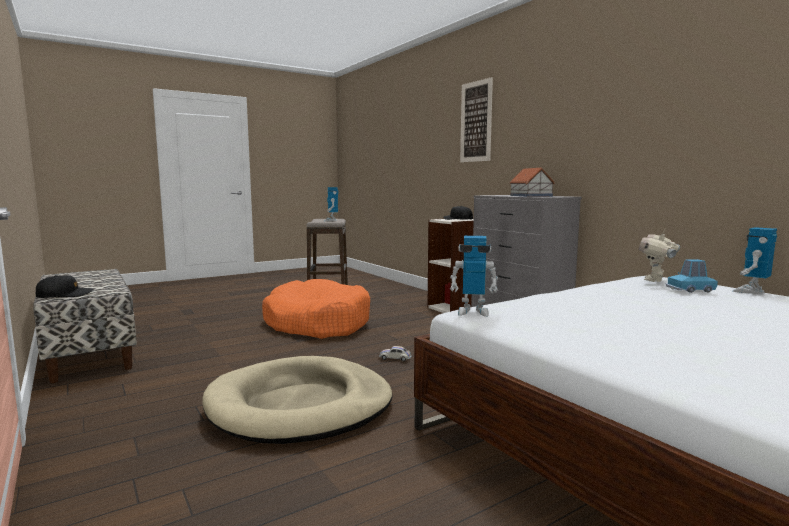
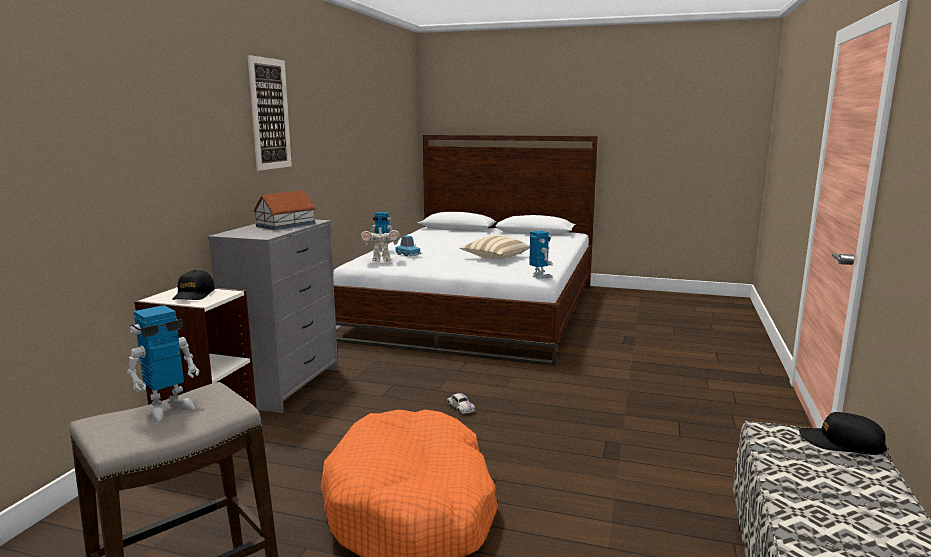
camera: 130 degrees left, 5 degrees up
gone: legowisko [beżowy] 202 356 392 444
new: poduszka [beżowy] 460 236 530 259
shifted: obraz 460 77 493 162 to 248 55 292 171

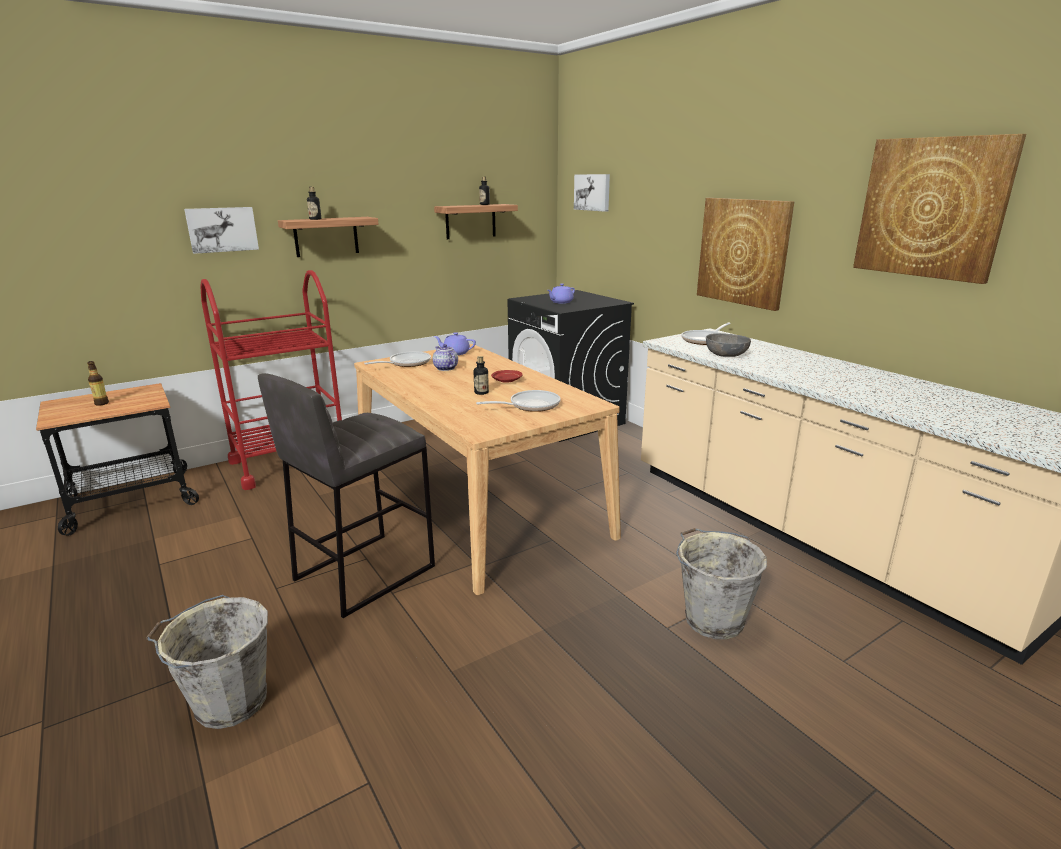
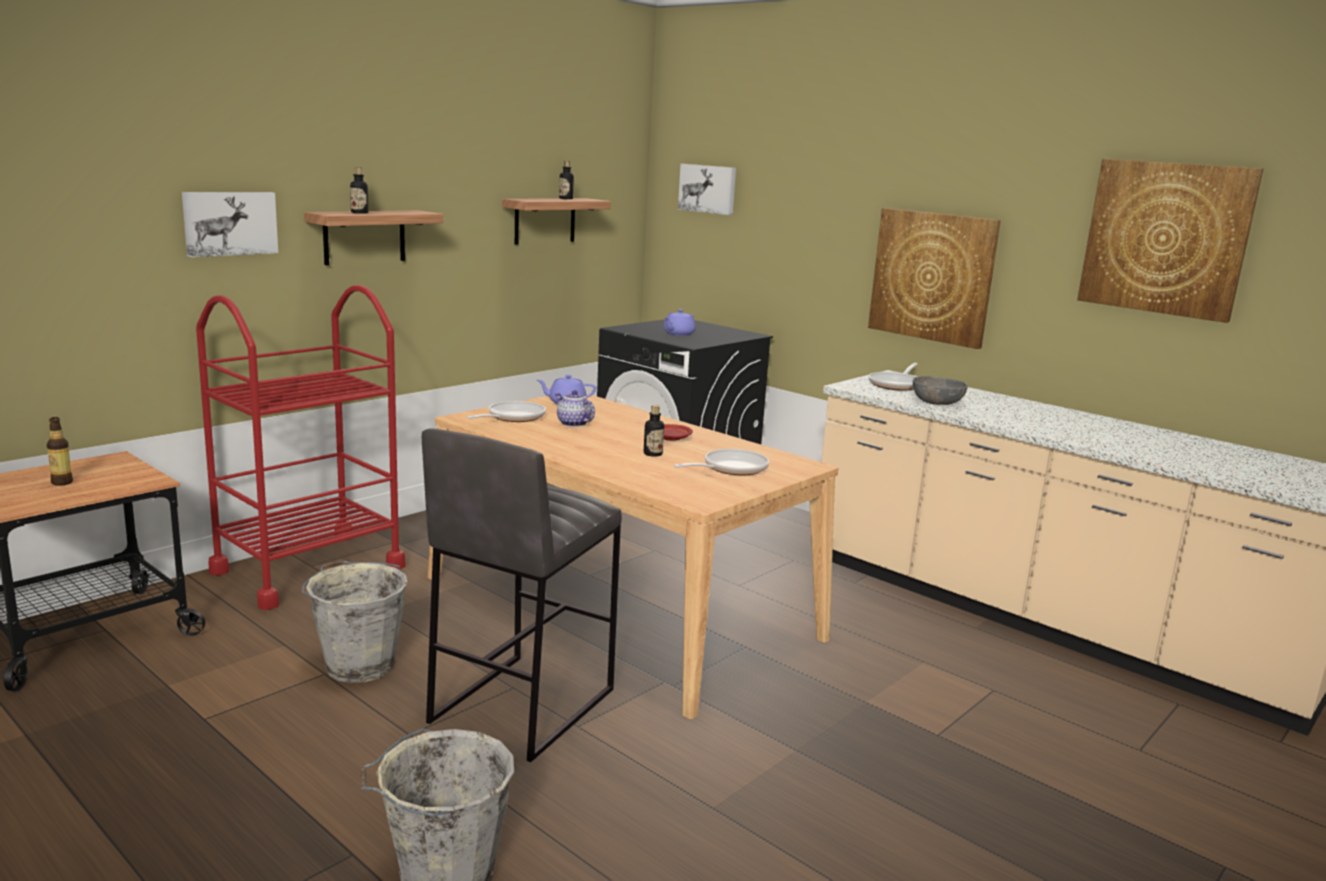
camera: 15 degrees left, 5 degrees down
shifted: wiadro [szary] 676 528 767 639 to 302 560 408 683

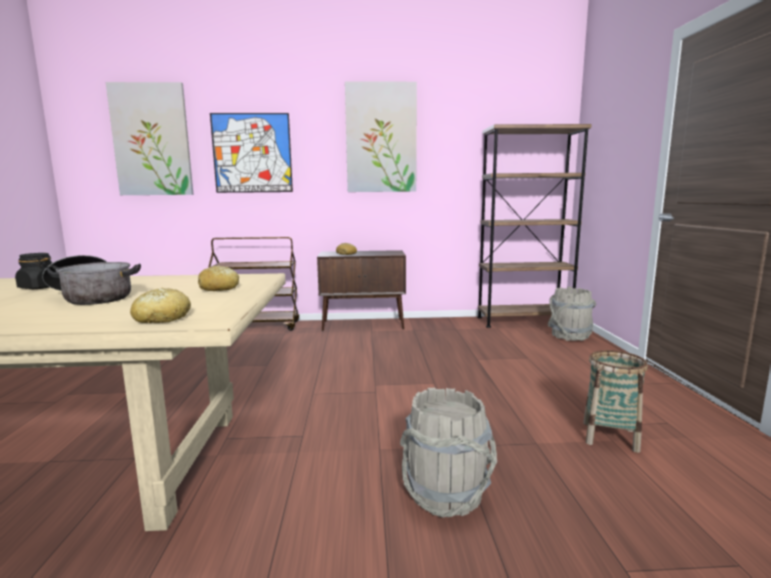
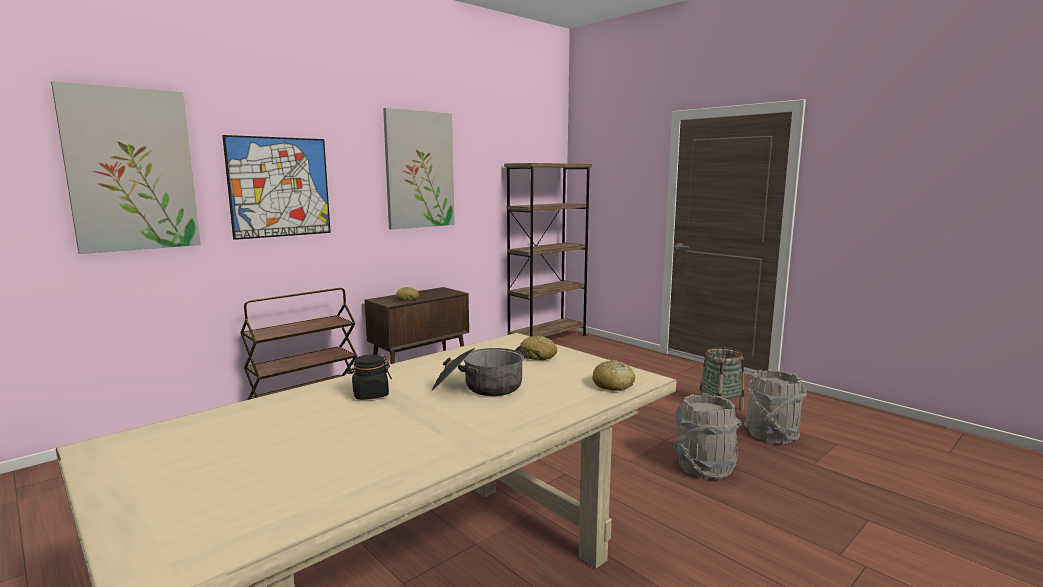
camera: 40 degrees left, 0 degrees up
shifted: wiadro [szary] 548 287 596 341 to 743 370 807 445

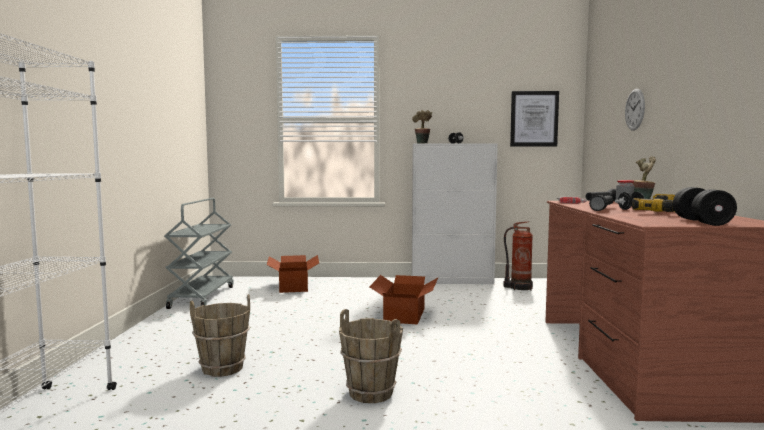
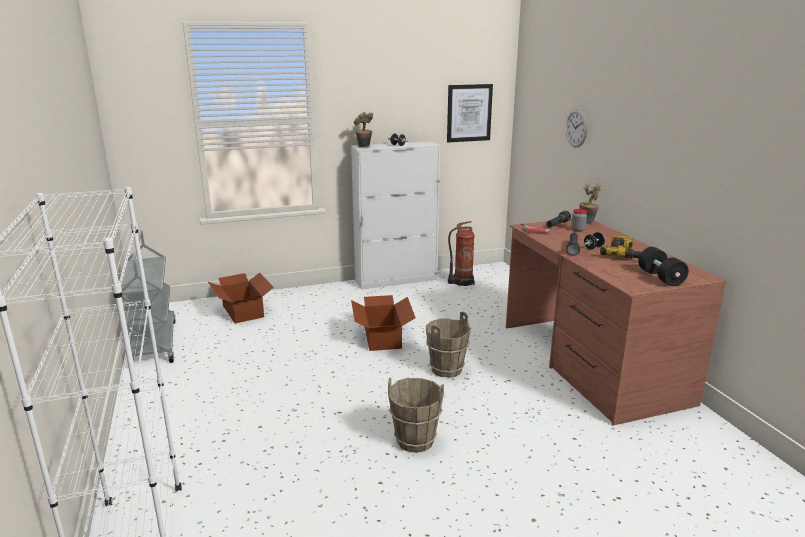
camera: 20 degrees left, 15 degrees up
shifted: wiadro [brązowy] 190 294 250 377 to 426 312 471 378

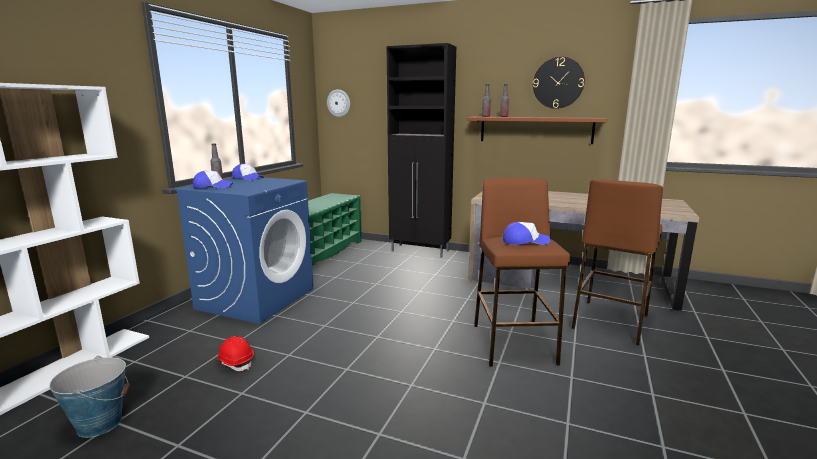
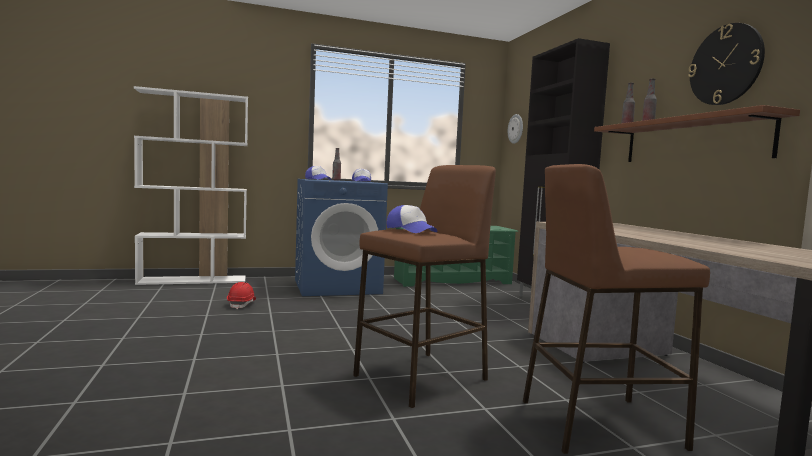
camera: 50 degrees right, 10 degrees down
gone: wiadro 49 356 130 438

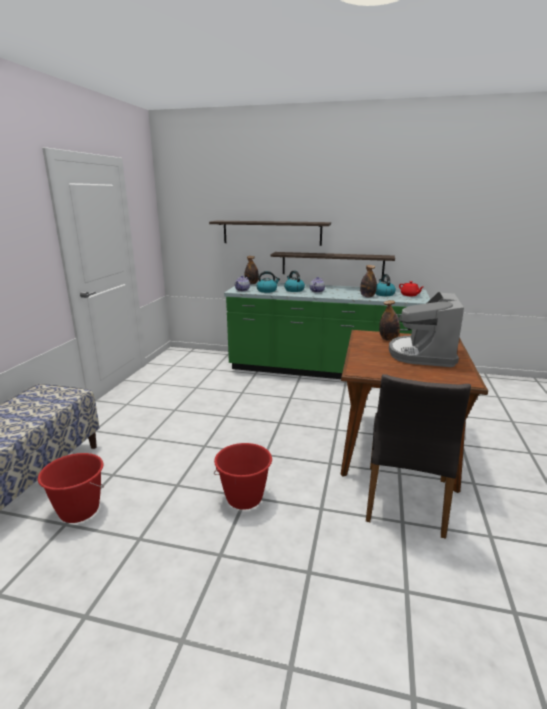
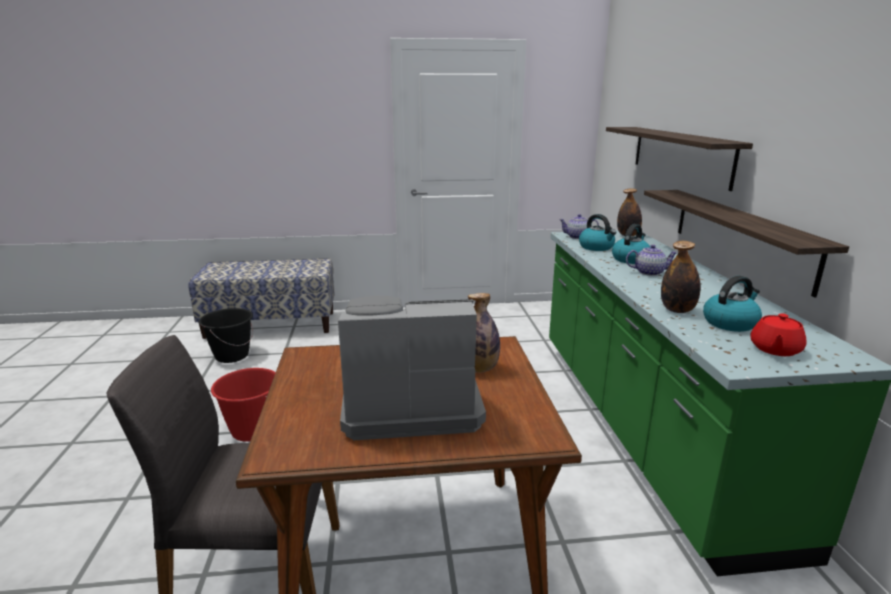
camera: 70 degrees right, 0 degrees up
repainted: wiadro [czerwony] 38 453 104 523 to wiadro [czarny] 199 308 253 363

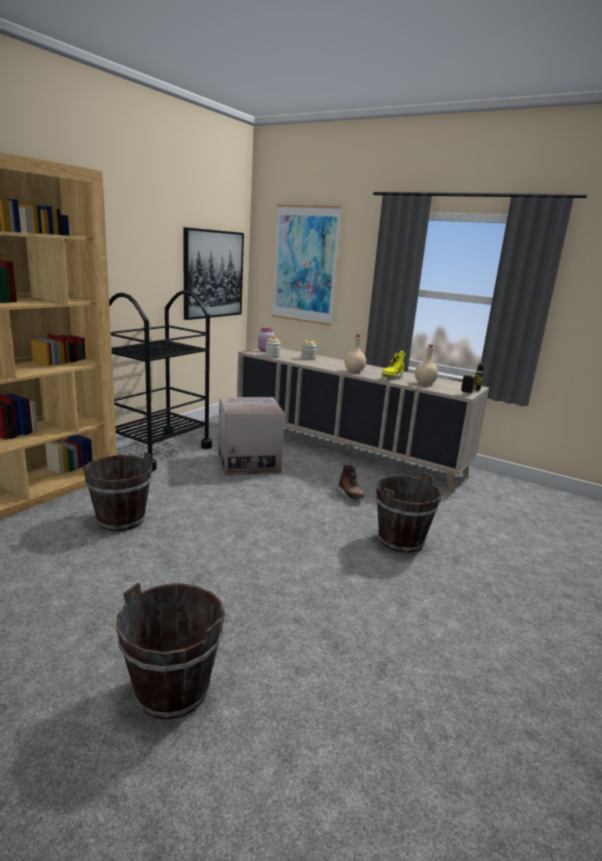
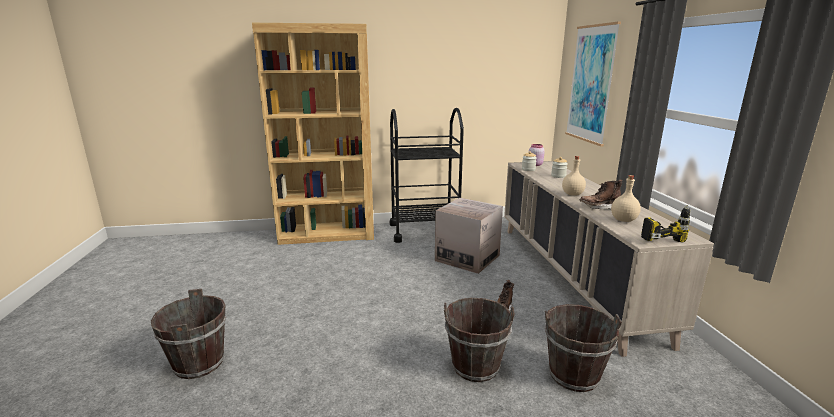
camera: 50 degrees right, 0 degrees up
gone: obraz 183 227 244 320
shifted: wiadro [brązowy] 83 452 152 531 to 545 304 622 392
repainted: but z cholewką [żółty] 381 351 406 379 to but z cholewką [brązowy] 579 179 623 209

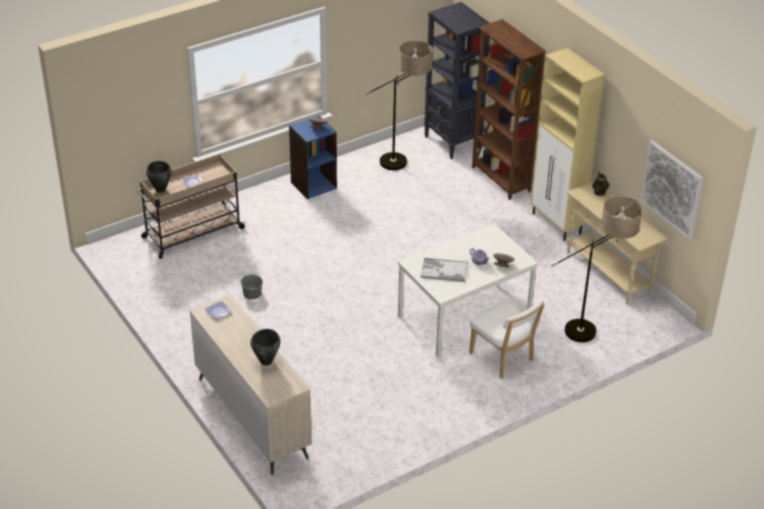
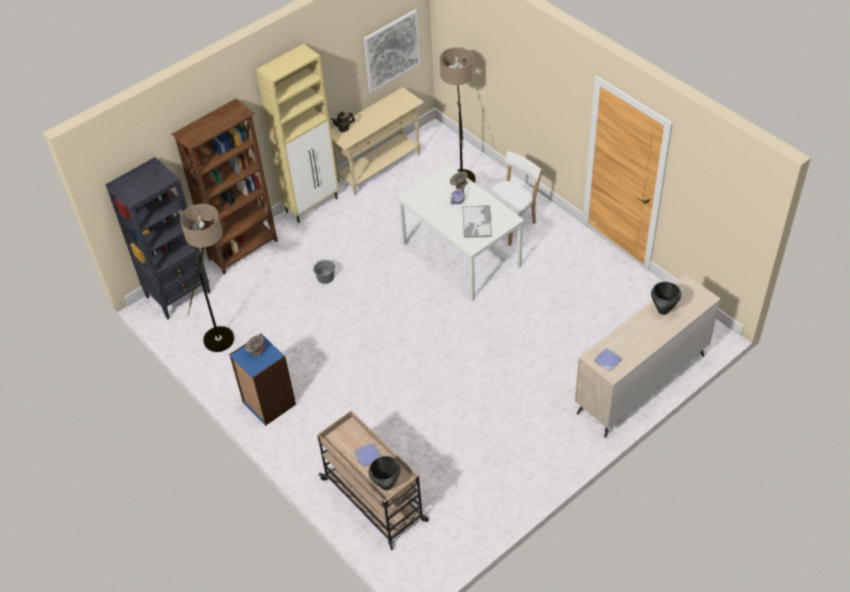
camera: 95 degrees left, 10 degrees up
shifted: wiadro [szary] 241 274 263 300 to 313 258 335 284

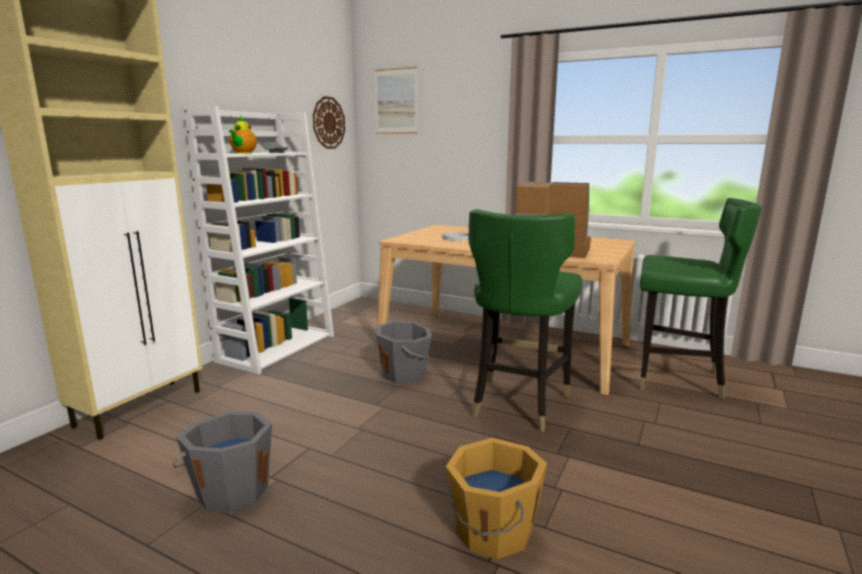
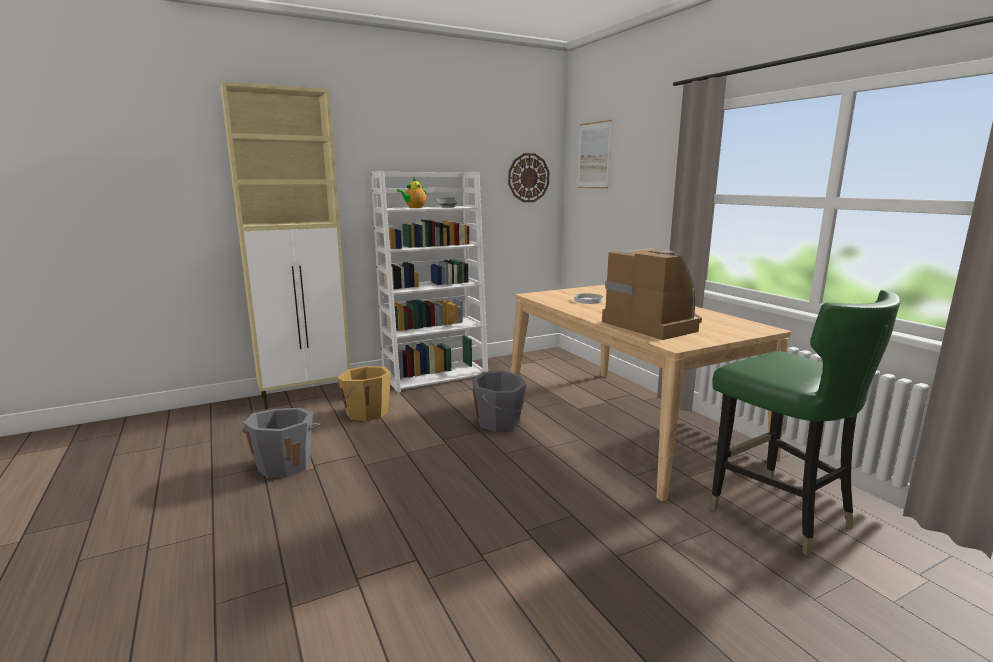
camera: 35 degrees right, 0 degrees up
gone: krzesło [zielony] 468 209 582 432
shifted: wiadro [pomarańczowy] 446 438 547 560 to 337 366 391 421

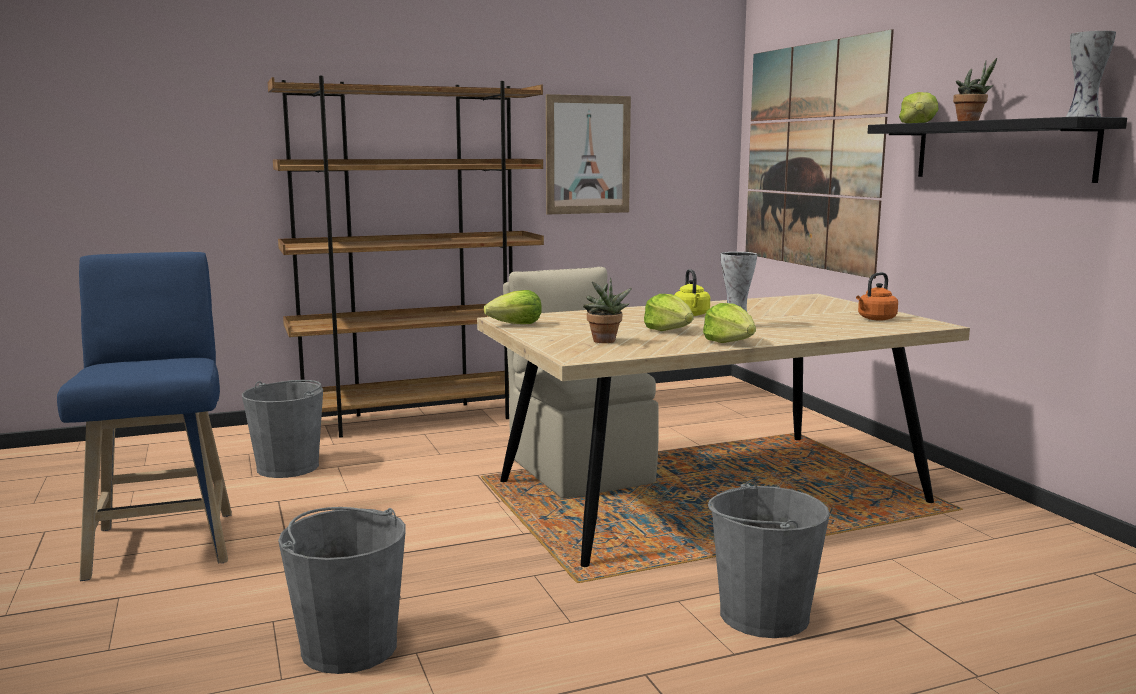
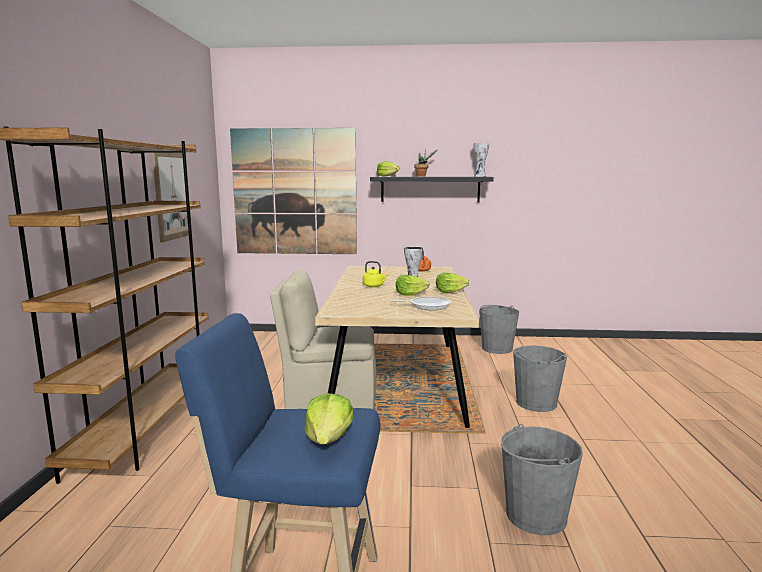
camera: 65 degrees left, 0 degrees up
shifted: wiadro [szary] 242 380 323 478 to 479 305 519 354; sałata 484 290 542 324 to 304 393 354 444
swapped: roślina doniczkowa 583 278 632 343 to patelnia 390 297 451 310

